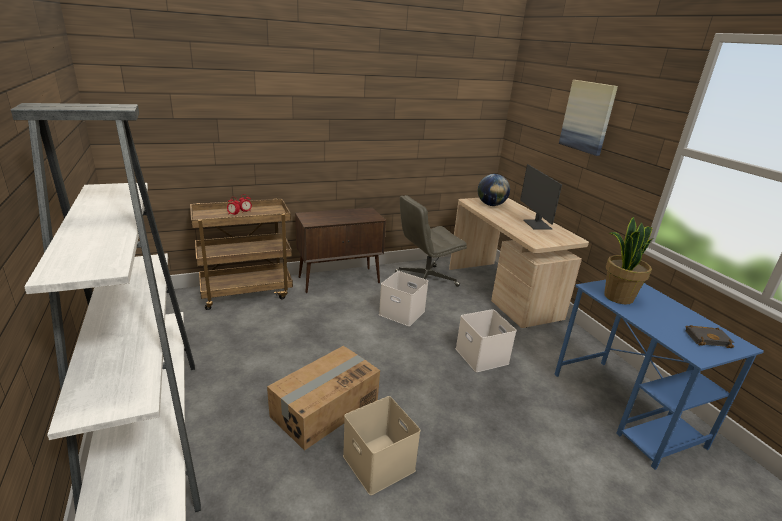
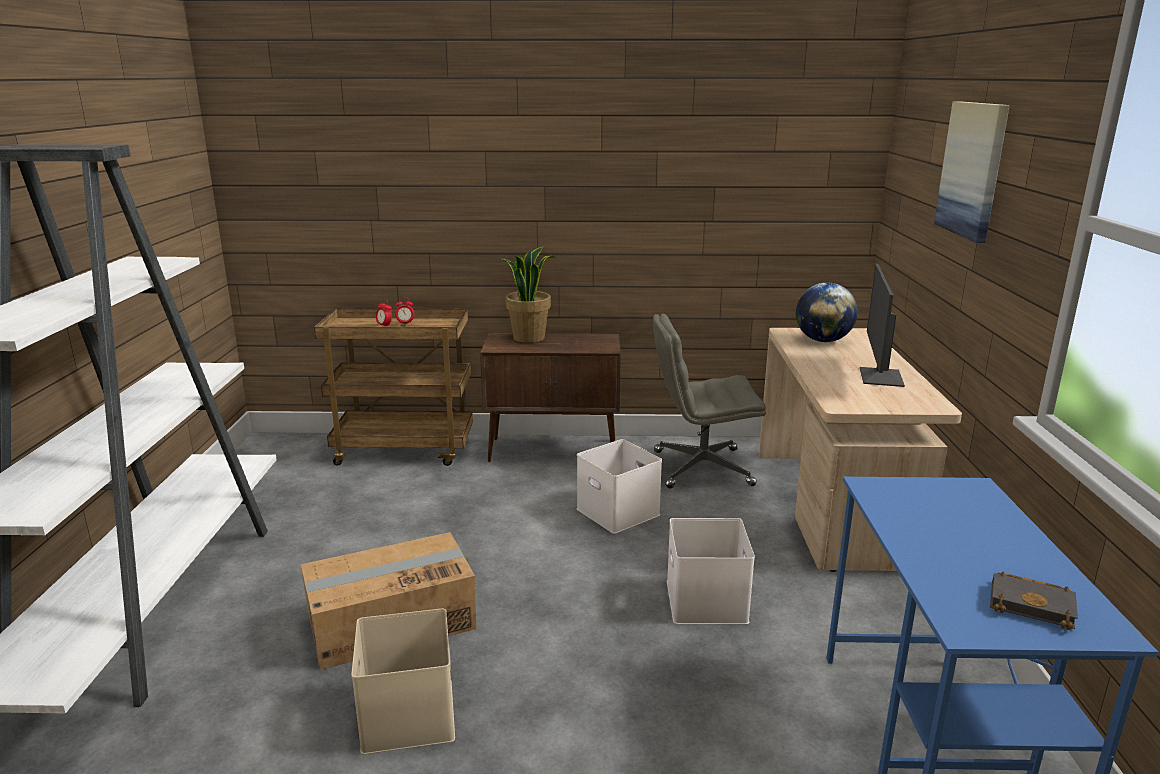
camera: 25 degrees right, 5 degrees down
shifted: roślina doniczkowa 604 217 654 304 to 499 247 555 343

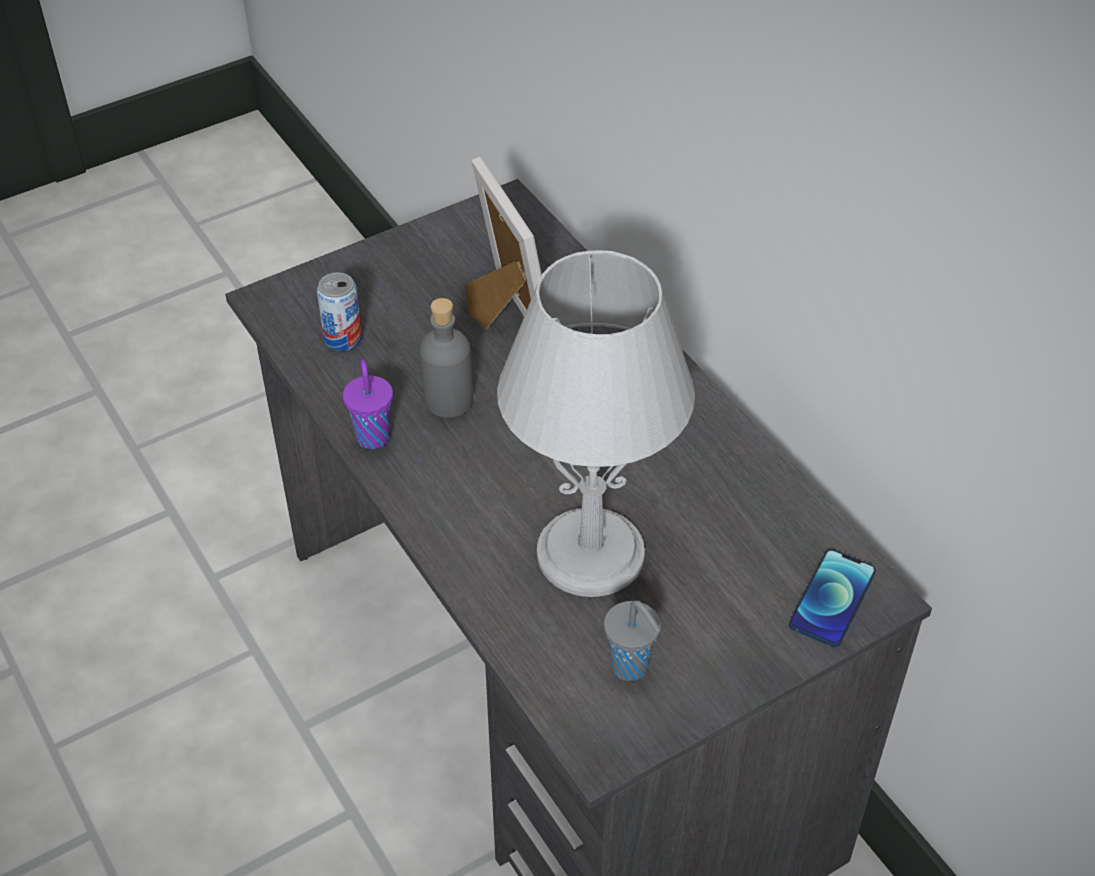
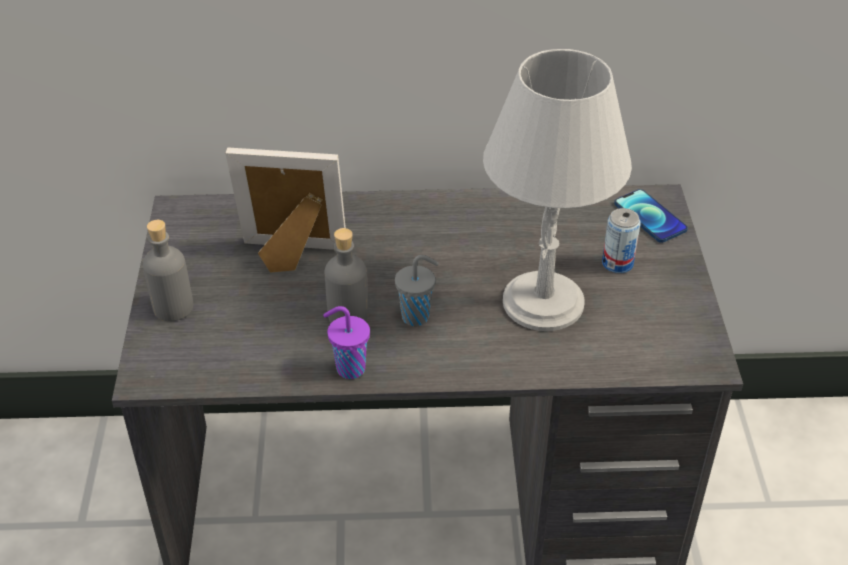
camera: 60 degrees left, 5 degrees down
new: butelka [szary] 143 220 193 321
shifted: puszka 317 272 362 351 to 602 208 641 273; filiżanka [szary] 604 600 661 681 to 395 255 439 326

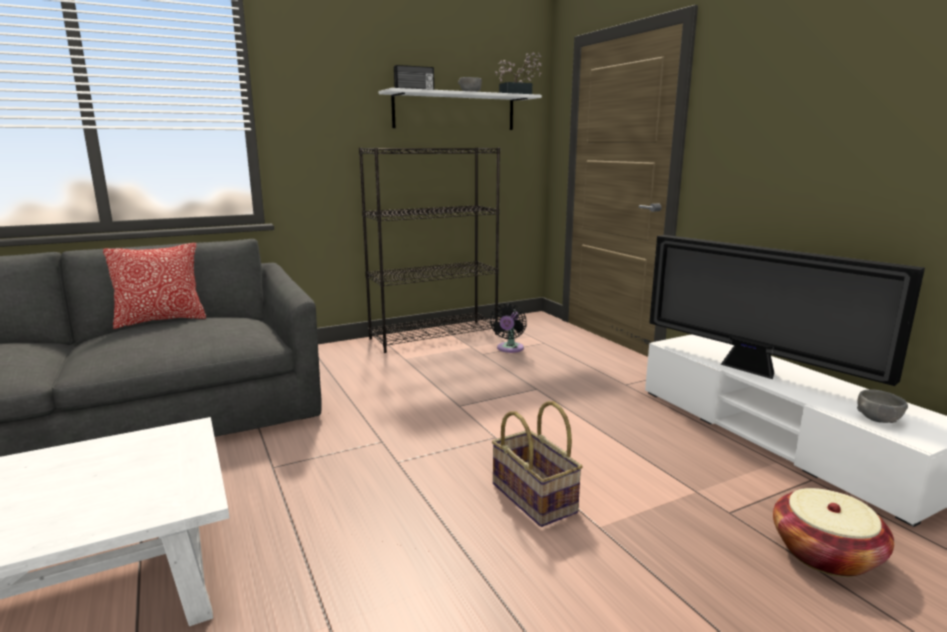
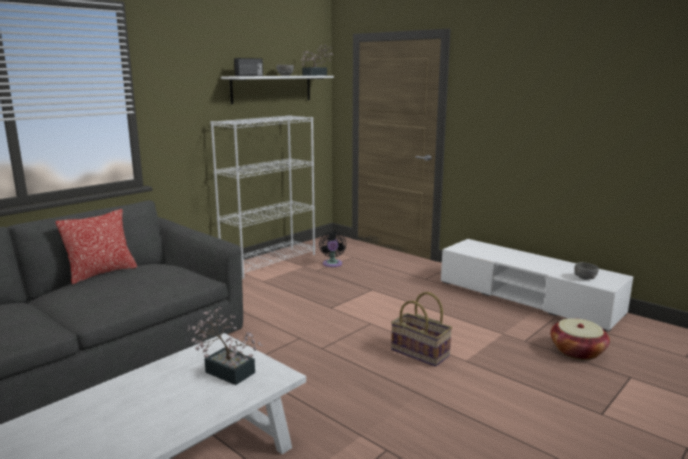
camera: 20 degrees left, 0 degrees up
gone: telewizor 649 235 925 386
new: roślina doniczkowa 188 307 263 385
repainted: regał [czarny] 359 147 500 353 to regał [biały] 210 115 315 279

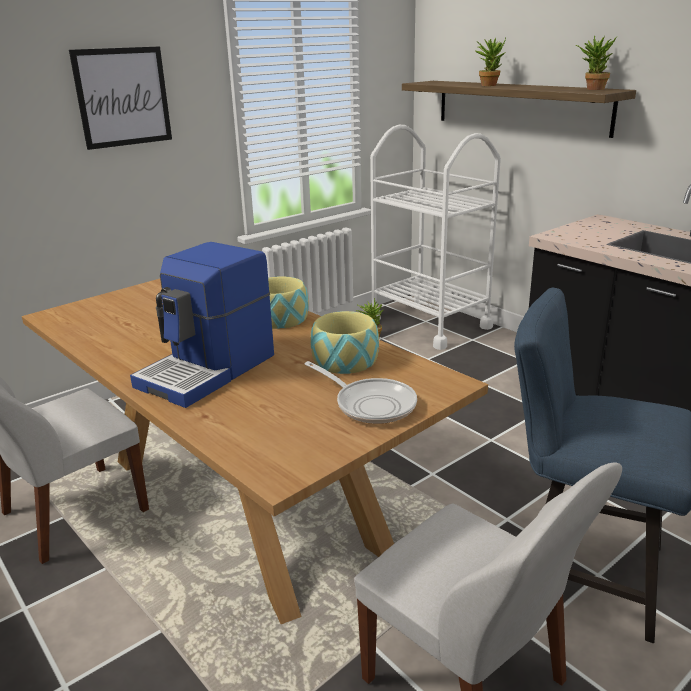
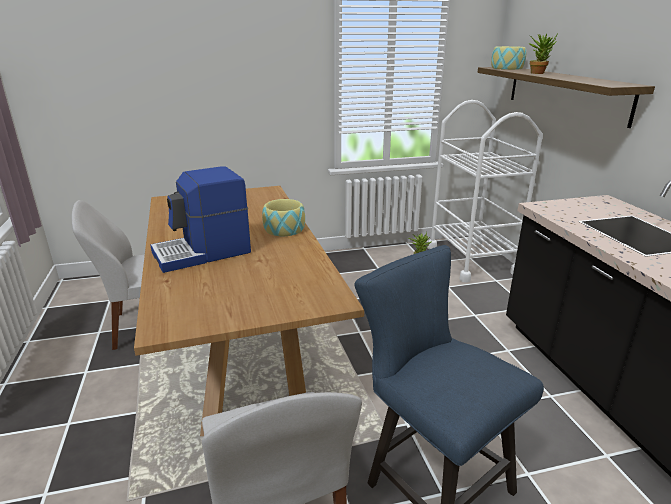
camera: 25 degrees right, 0 degrees up
gone: obraz 69 46 172 150; patelnia 305 361 417 424; roślina doniczkowa 576 36 617 90
shifted: miska 310 311 379 374 to 491 46 526 70

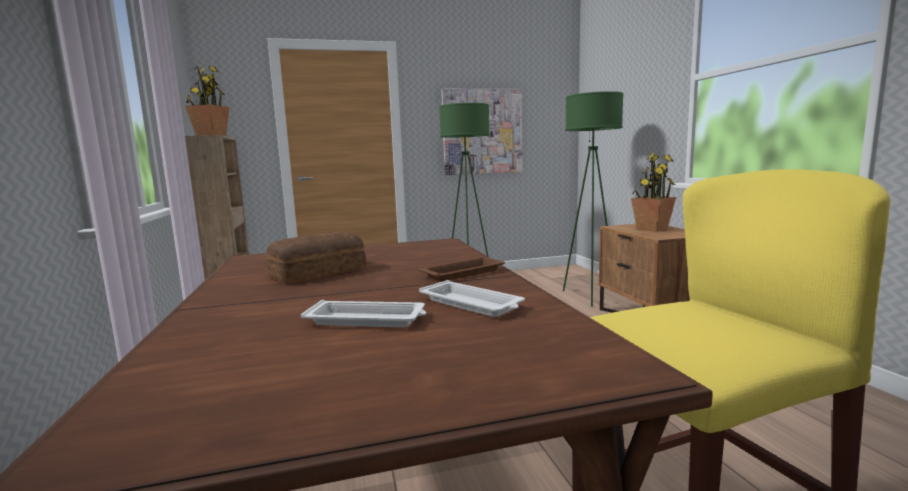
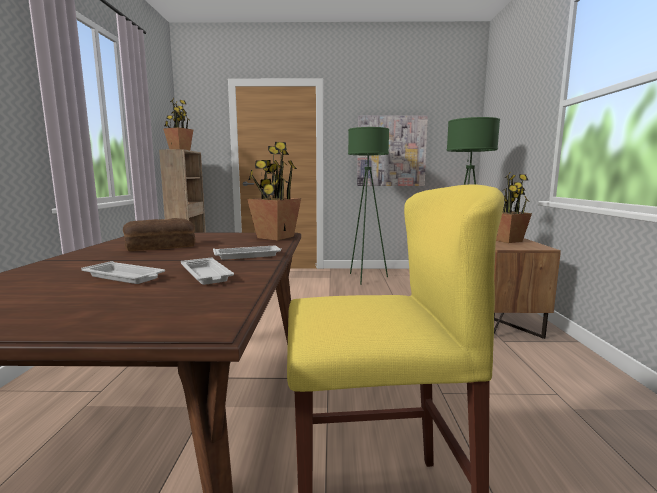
camera: 15 degrees right, 0 degrees up
new: roślina doniczkowa 247 142 301 240
repainted: taca [brązowy] 419 257 505 282 to taca [biały] 213 246 282 260

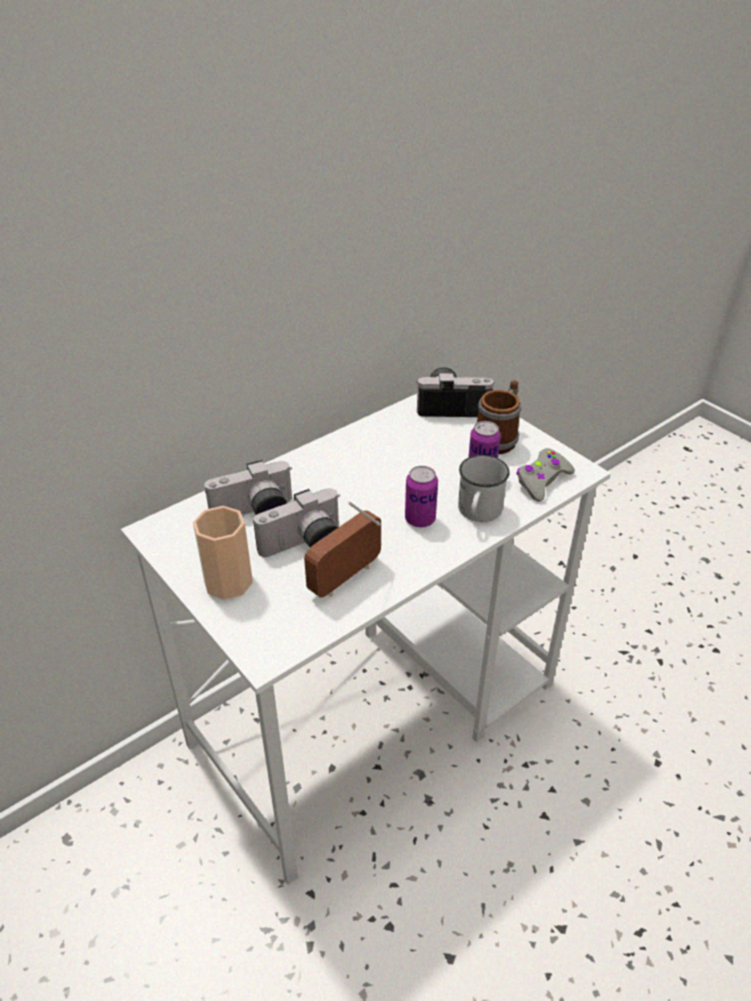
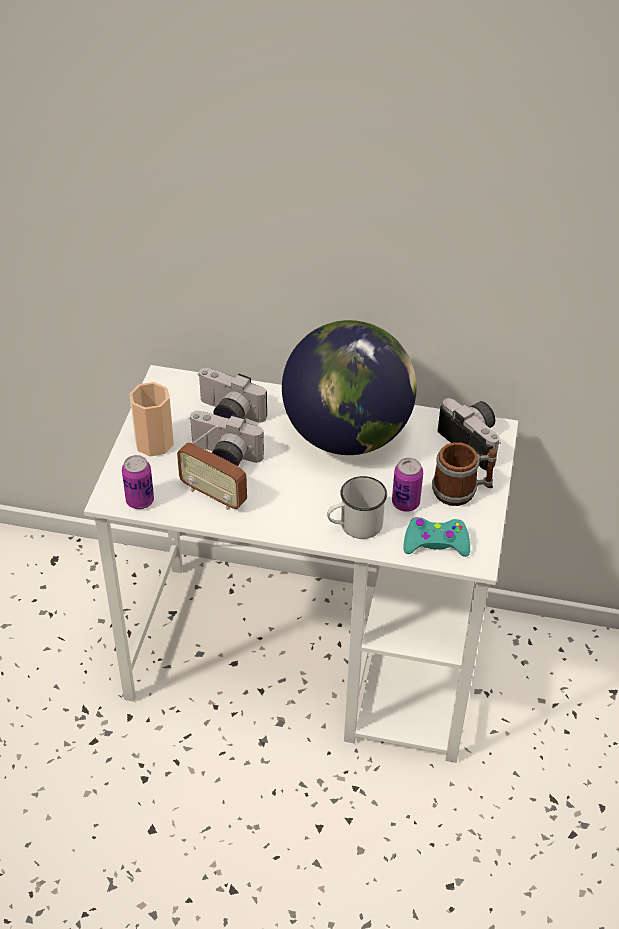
camera: 50 degrees right, 5 degrees up
new: globus 282 320 417 455
shifted: puszka 405 466 438 527 to 122 455 154 509
repainted: pad do gier [szary] 516 448 575 502 to pad do gier [turkusowy] 403 517 470 557
rotated: radio 304 501 381 598 = 177 425 247 510 150 degrees counterclockwise

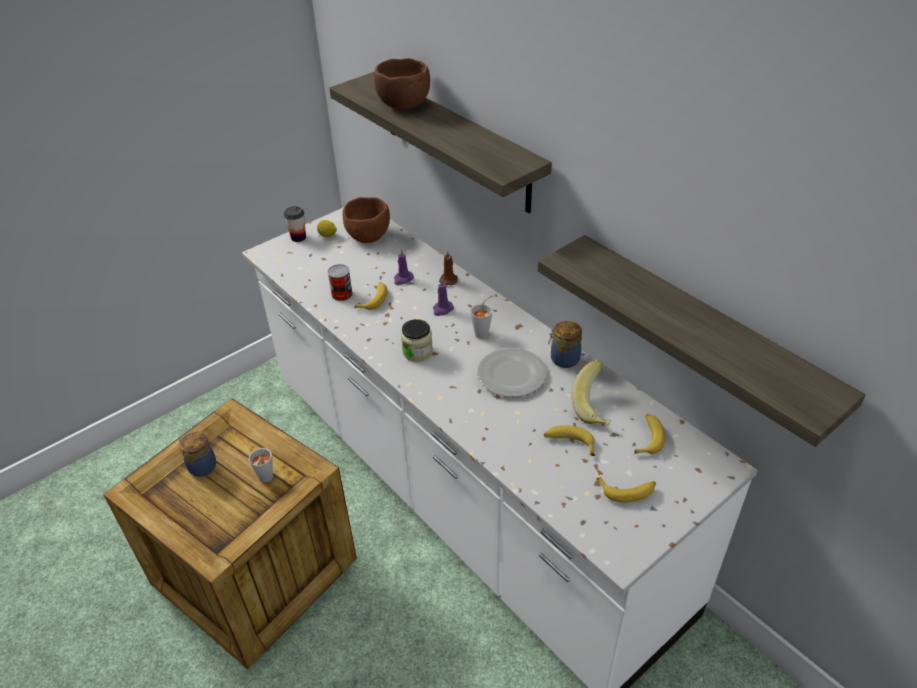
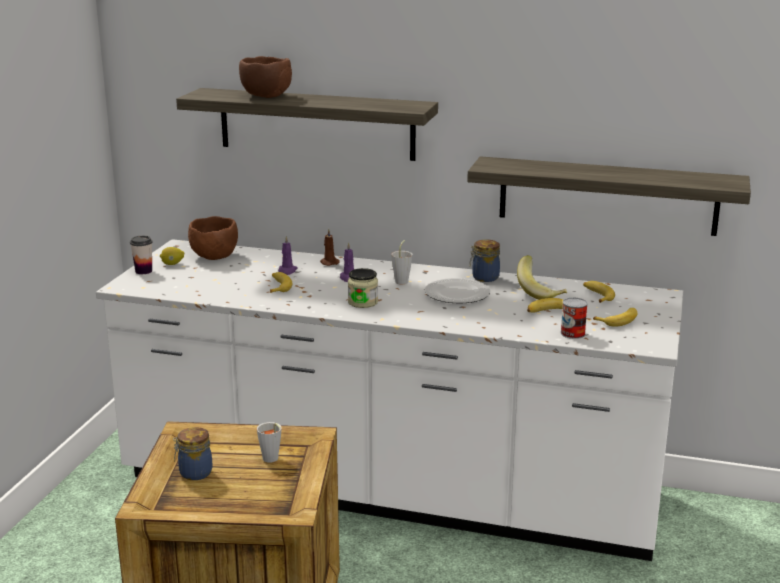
camera: 35 degrees left, 20 degrees down
shifted: puszka 327 264 353 301 to 560 297 588 339

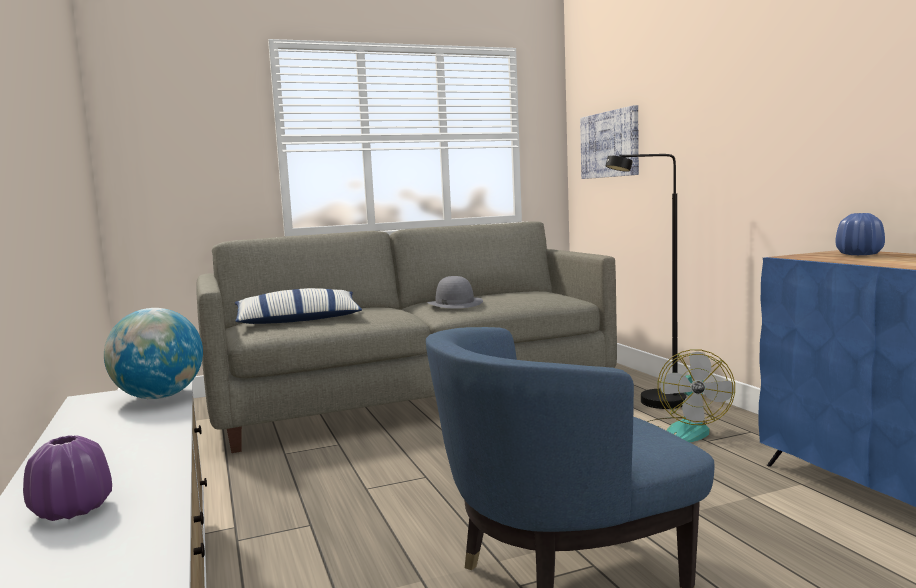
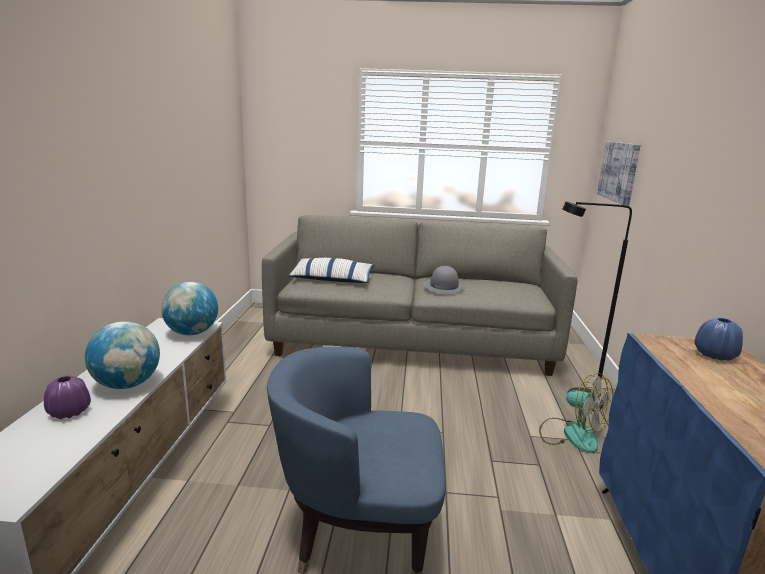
camera: 25 degrees right, 10 degrees up
new: globus 85 321 160 389
rotated: wentylator 647 349 735 442 = 539 373 613 453 75 degrees counterclockwise

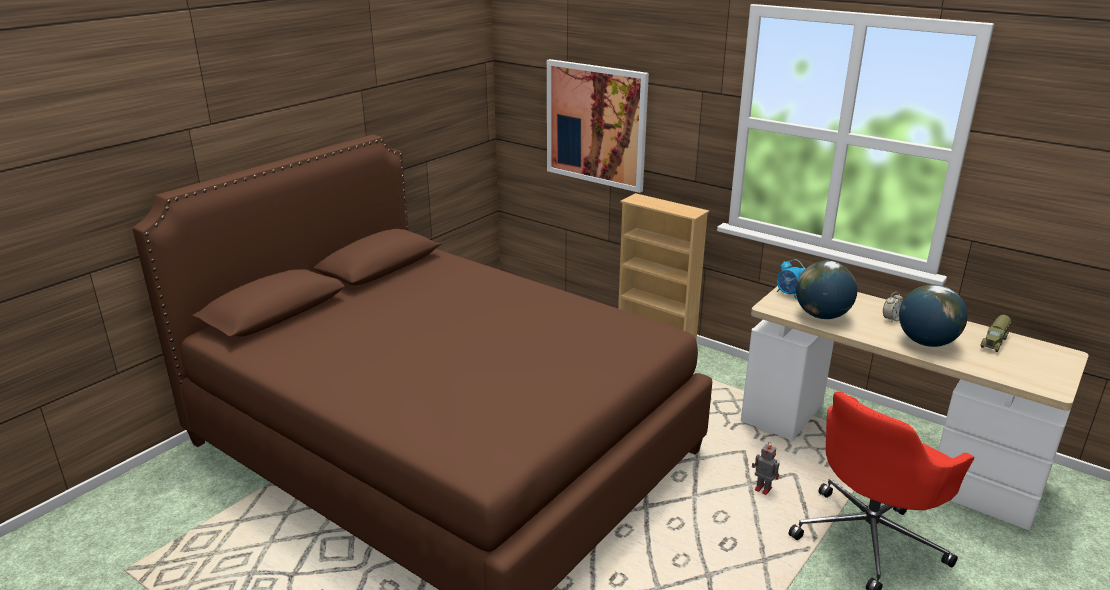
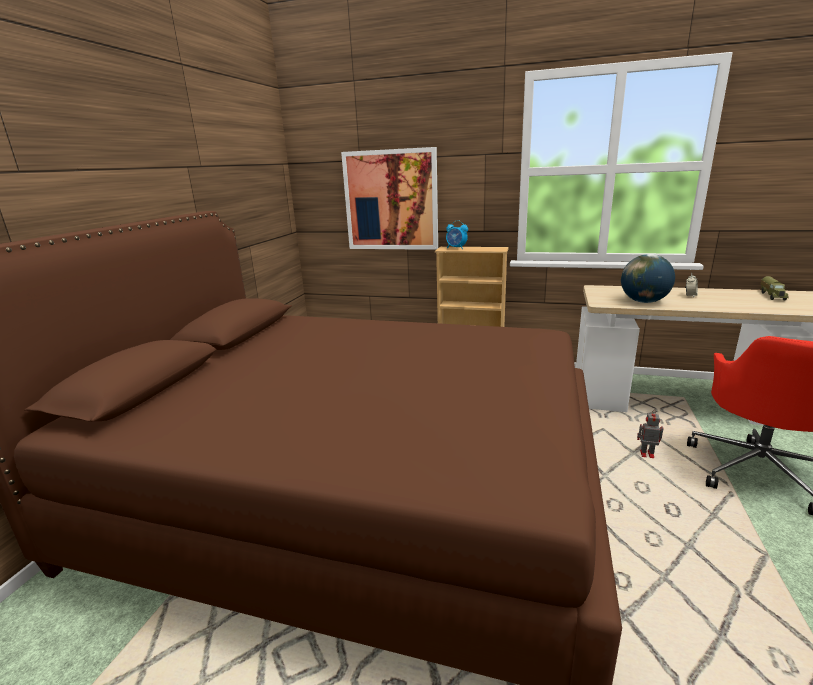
camera: 20 degrees left, 5 degrees down
gone: globus 899 284 968 347
shifted: budzik 777 259 806 299 to 446 220 468 249

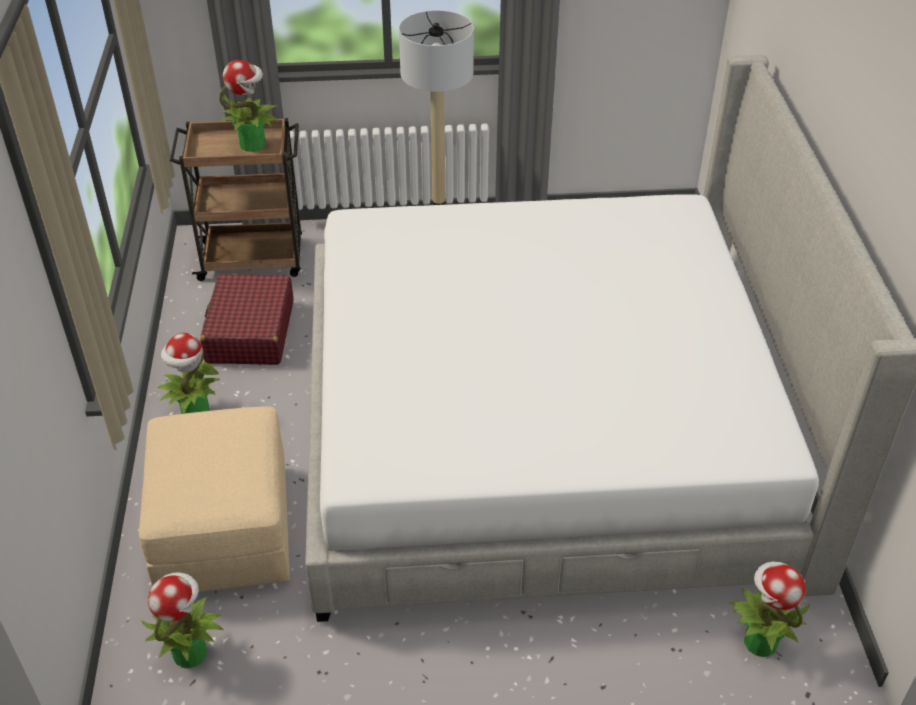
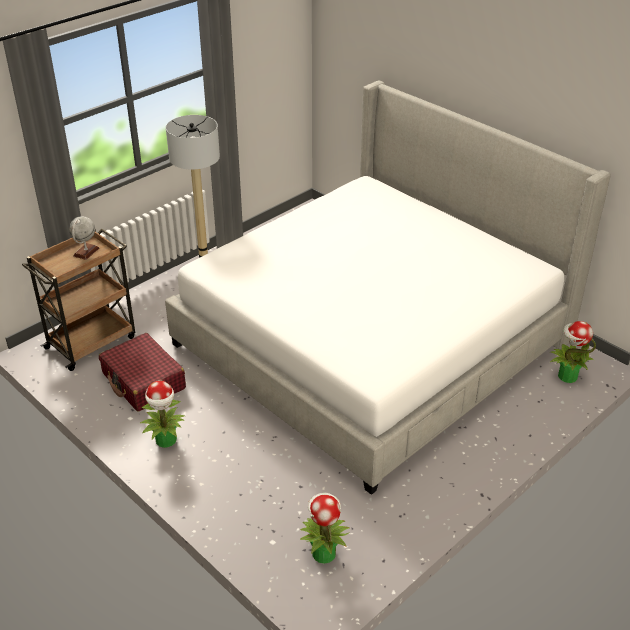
camera: 40 degrees left, 5 degrees down
gone: pufa [beżowy] 139 406 290 592
swapped: roślina doniczkowa 219 60 278 152 to globus 69 216 99 260

